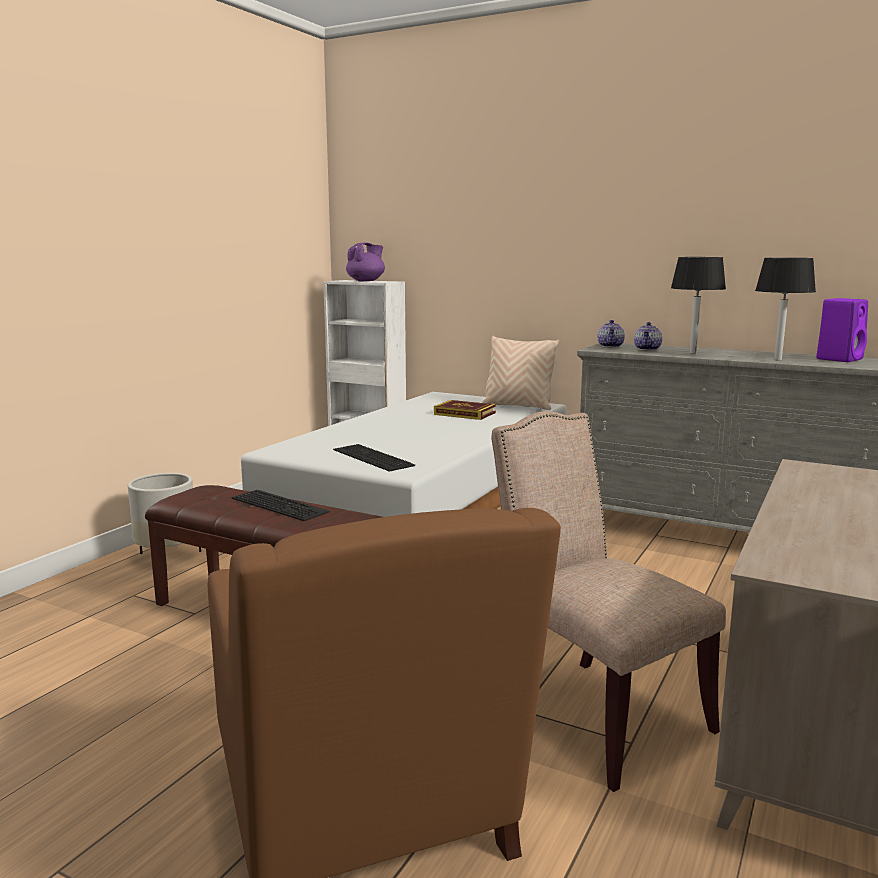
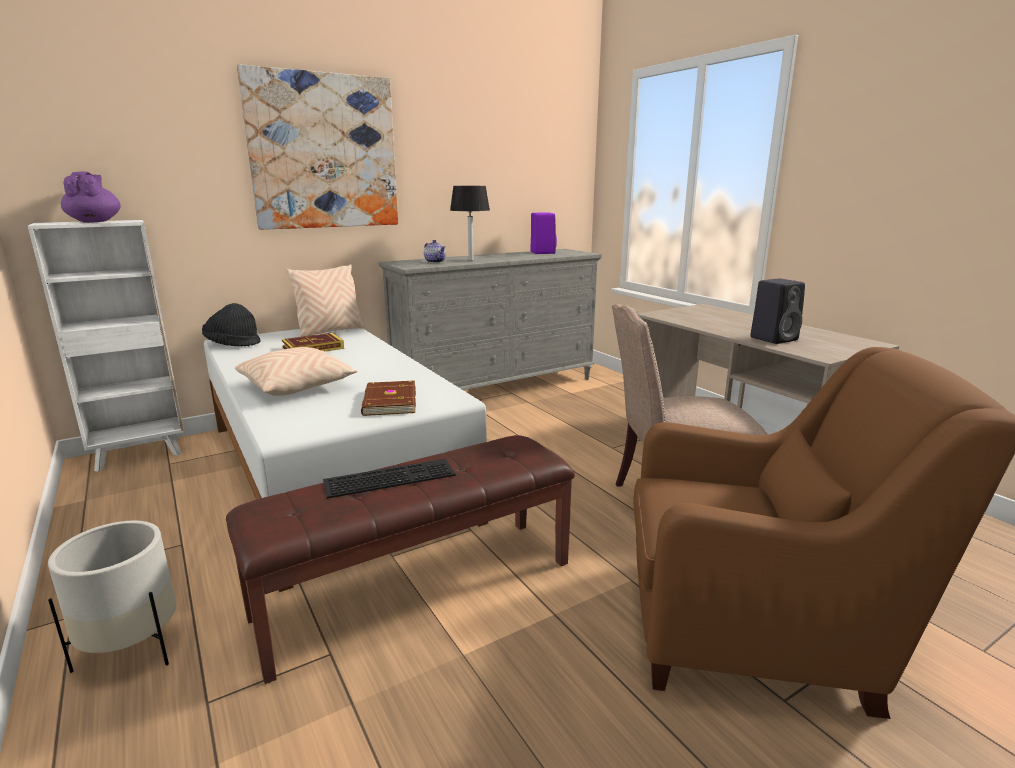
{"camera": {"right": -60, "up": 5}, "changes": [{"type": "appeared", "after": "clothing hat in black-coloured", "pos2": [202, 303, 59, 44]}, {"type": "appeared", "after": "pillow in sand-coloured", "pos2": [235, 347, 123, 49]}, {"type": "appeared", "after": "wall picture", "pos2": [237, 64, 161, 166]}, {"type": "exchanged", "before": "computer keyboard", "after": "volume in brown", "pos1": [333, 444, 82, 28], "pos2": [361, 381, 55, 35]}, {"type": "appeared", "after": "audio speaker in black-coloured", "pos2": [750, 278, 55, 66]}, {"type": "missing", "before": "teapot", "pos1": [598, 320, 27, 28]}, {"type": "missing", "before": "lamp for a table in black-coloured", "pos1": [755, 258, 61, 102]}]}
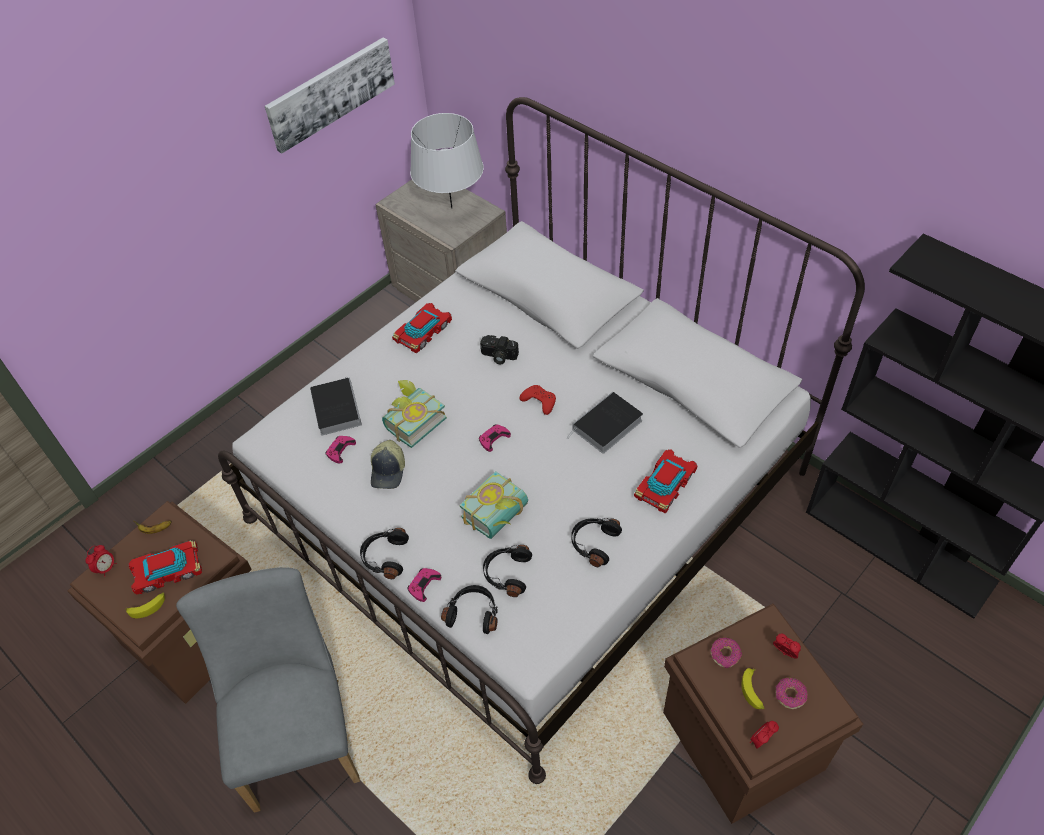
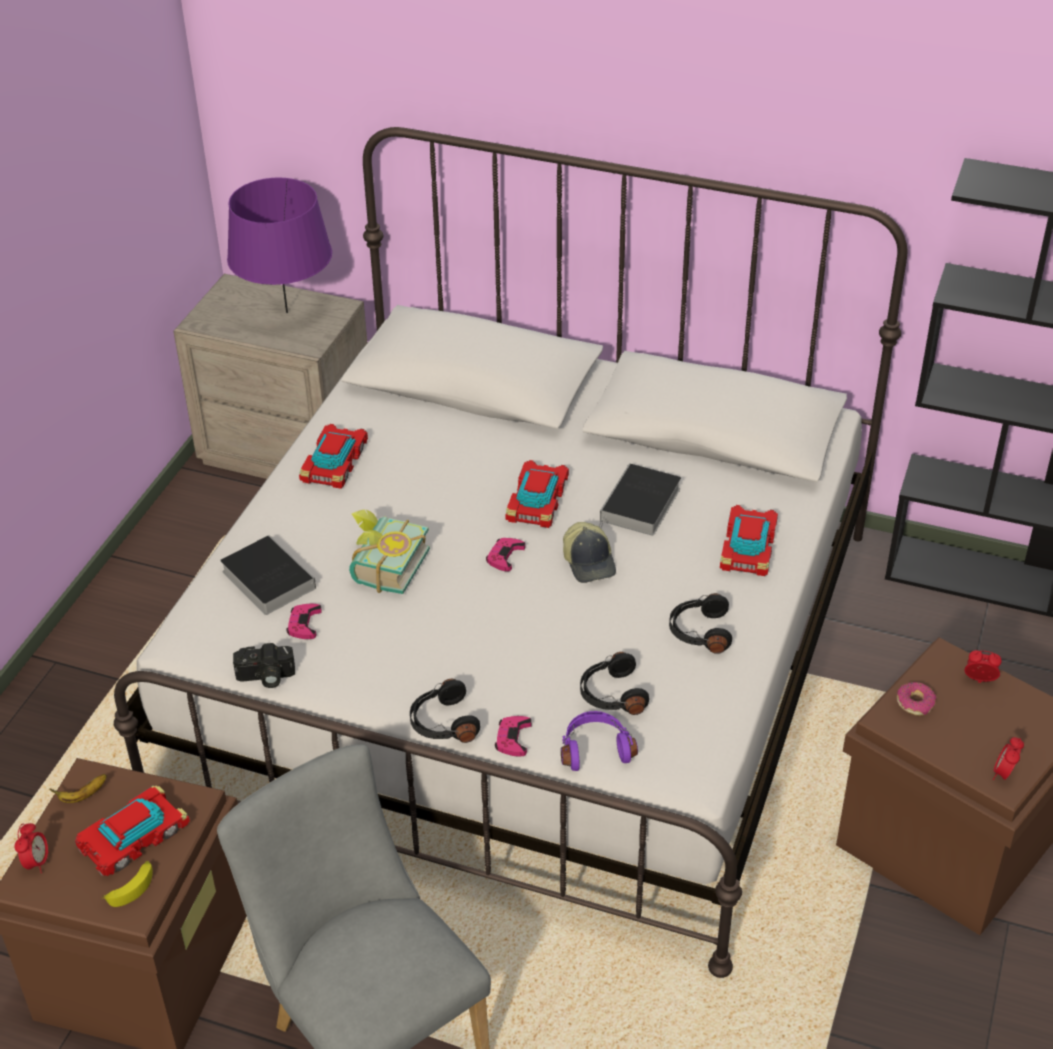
{"camera": {"right": -25, "up": -10}, "changes": [{"type": "colour", "before": "lamp for a table in white", "after": "lamp for a table in purple-coloured", "pos1": [410, 113, 74, 95], "pos2": [227, 177, 105, 136]}, {"type": "relocated", "before": "still camera", "pos1": [480, 335, 39, 29], "pos2": [233, 643, 62, 45]}, {"type": "exchanged", "before": "gamepad in red-coloured", "after": "toy car", "pos1": [519, 385, 37, 30], "pos2": [505, 460, 64, 68]}, {"type": "colour", "before": "headphones in black-coloured", "after": "headphones in purple-coloured", "pos1": [441, 585, 57, 49], "pos2": [561, 711, 77, 60]}, {"type": "relocated", "before": "cap", "pos1": [371, 440, 34, 49], "pos2": [563, 522, 53, 61]}, {"type": "missing", "before": "wall picture", "pos1": [265, 38, 130, 115]}, {"type": "missing", "before": "volume", "pos1": [459, 471, 69, 68]}, {"type": "missing", "before": "whole banana", "pos1": [742, 668, 22, 41]}, {"type": "missing", "before": "doughnut", "pos1": [775, 678, 33, 31]}]}
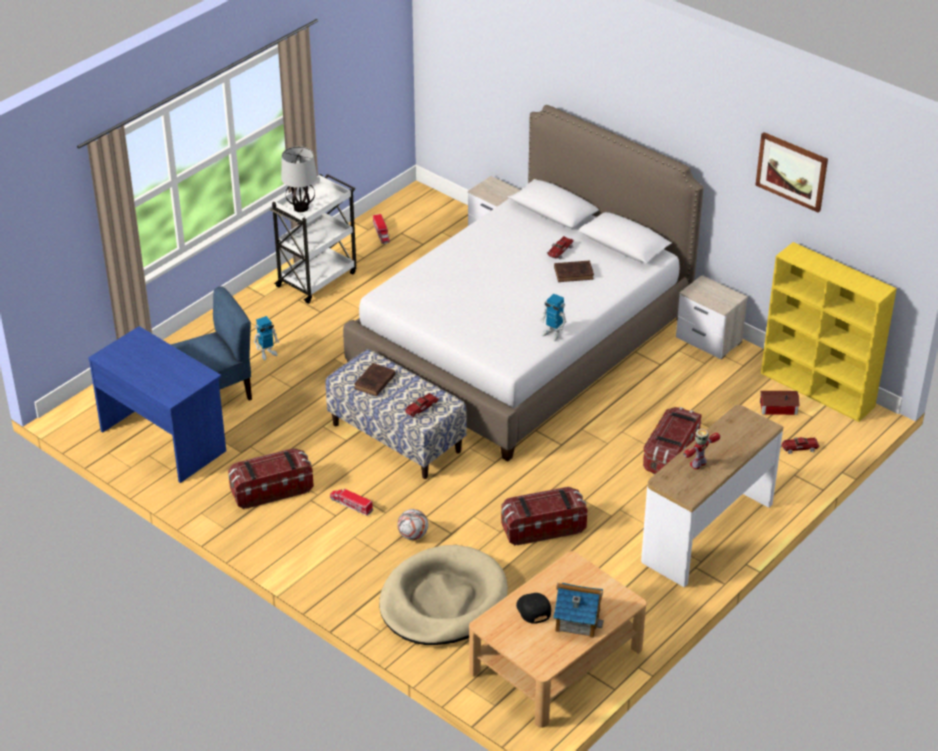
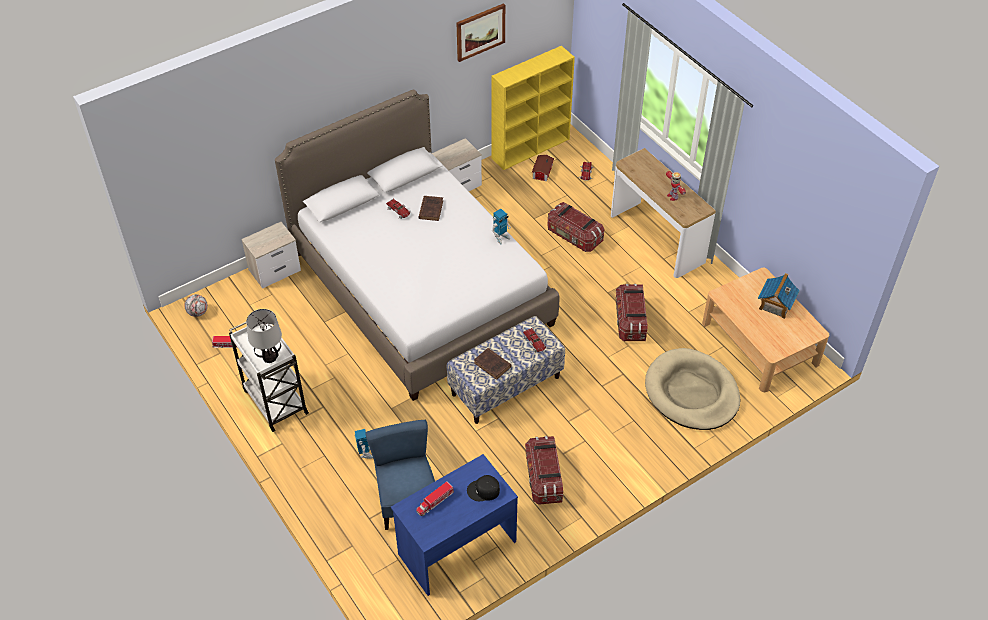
{"camera": {"right": -75, "up": 10}, "changes": [{"type": "relocated", "before": "football", "pos1": [397, 509, 31, 31], "pos2": [184, 294, 24, 23]}, {"type": "relocated", "before": "model truck", "pos1": [330, 488, 43, 28], "pos2": [416, 482, 38, 34]}, {"type": "relocated", "before": "cap in black-coloured", "pos1": [516, 593, 35, 31], "pos2": [467, 475, 33, 26]}]}
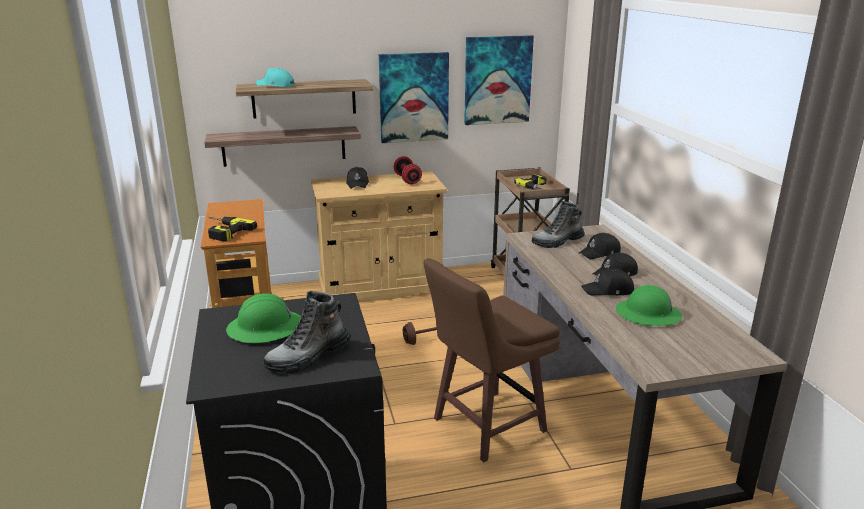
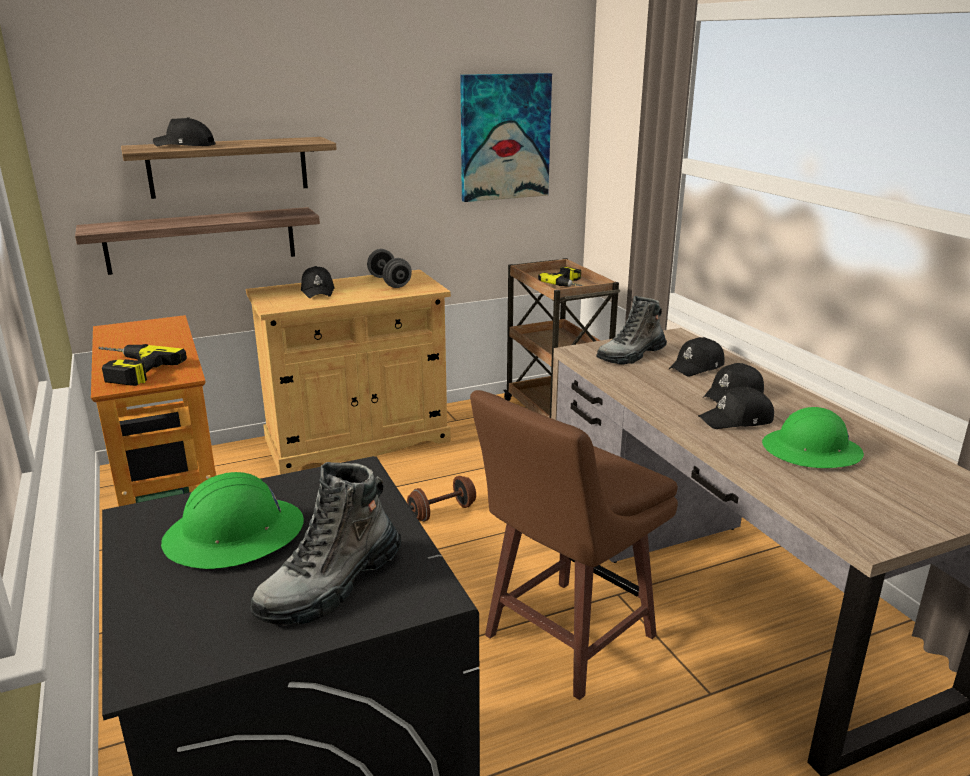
{"camera": {"right": -10, "up": 0}, "changes": [{"type": "colour", "before": "cap in turquoise", "after": "cap in black-coloured", "pos1": [256, 68, 39, 19], "pos2": [153, 117, 63, 29]}, {"type": "colour", "before": "dumbbell in red-coloured", "after": "dumbbell in gray", "pos1": [394, 156, 28, 28], "pos2": [367, 249, 45, 39]}, {"type": "missing", "before": "wall picture", "pos1": [379, 52, 70, 91]}]}
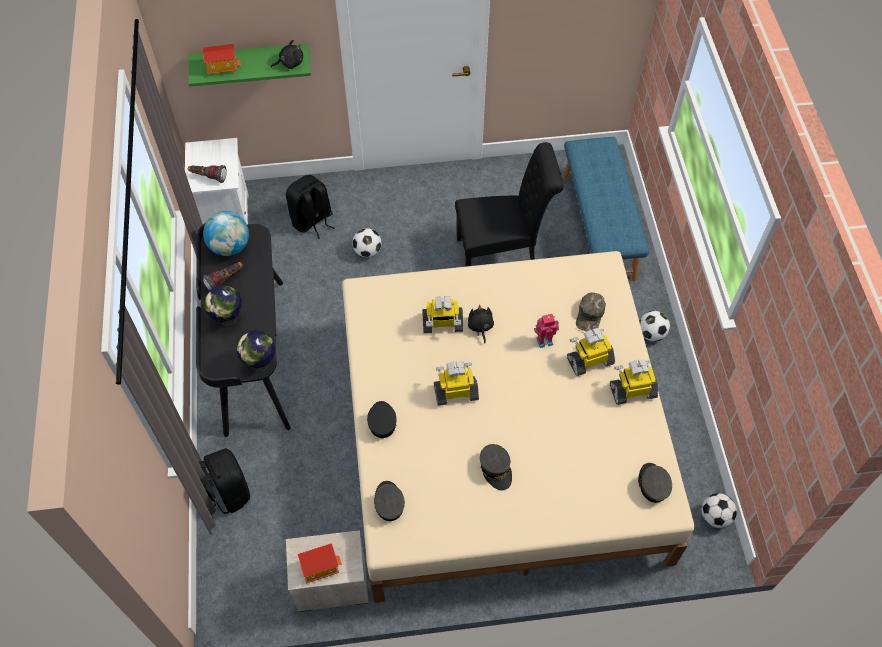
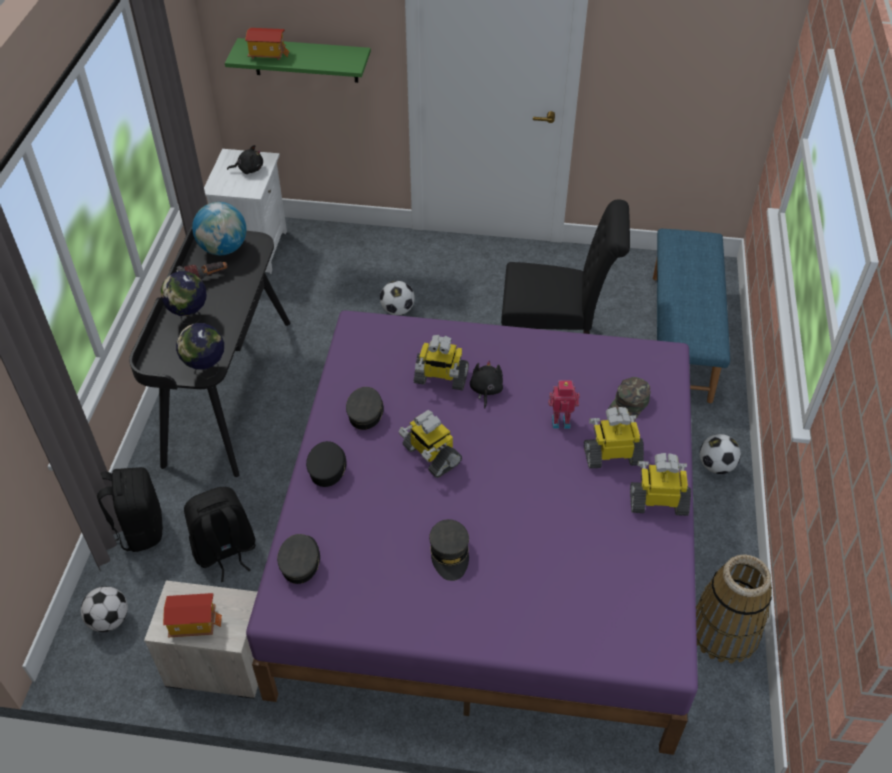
{"camera": {"right": 15, "up": -10}, "changes": [{"type": "relocated", "before": "football", "pos1": [701, 493, 36, 35], "pos2": [81, 586, 47, 46]}, {"type": "relocated", "before": "backpack in black-coloured", "pos1": [286, 175, 48, 64], "pos2": [184, 487, 72, 95]}, {"type": "relocated", "before": "soft toy in black-coloured", "pos1": [271, 40, 32, 29], "pos2": [227, 145, 36, 29]}, {"type": "colour", "before": "sleeping bed in sand-coloured", "after": "sleeping bed in purple-coloured", "pos1": [342, 251, 353, 352], "pos2": [246, 310, 452, 445]}, {"type": "relocated", "before": "cap in gray", "pos1": [638, 463, 34, 40], "pos2": [346, 387, 38, 43]}, {"type": "spun", "before": "model robot", "pos1": [434, 361, 45, 45], "pos2": [398, 410, 64, 68], "turn": -135}, {"type": "appeared", "after": "storage basket", "pos2": [696, 554, 76, 109]}, {"type": "missing", "before": "flashlight", "pos1": [188, 165, 39, 18]}]}
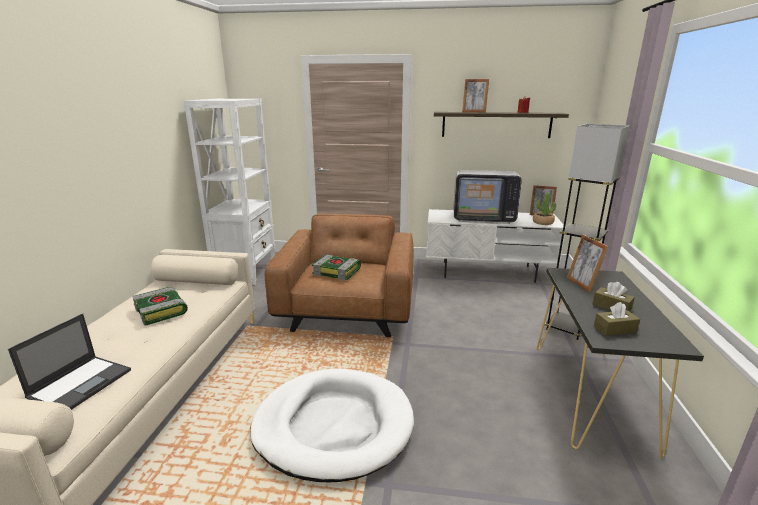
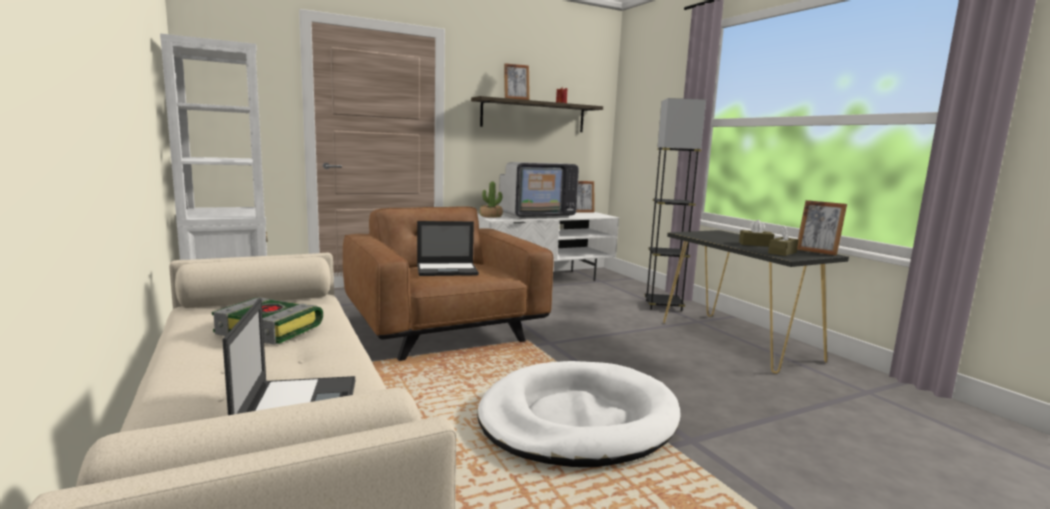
{"camera": {"right": -35, "up": -10}, "changes": [{"type": "exchanged", "before": "volume", "after": "notebook computer", "pos1": [312, 255, 49, 25], "pos2": [417, 221, 62, 55]}, {"type": "relocated", "before": "potted plant", "pos1": [533, 192, 23, 33], "pos2": [480, 182, 23, 36]}, {"type": "relocated", "before": "picture frame", "pos1": [567, 234, 42, 59], "pos2": [797, 200, 50, 56]}]}
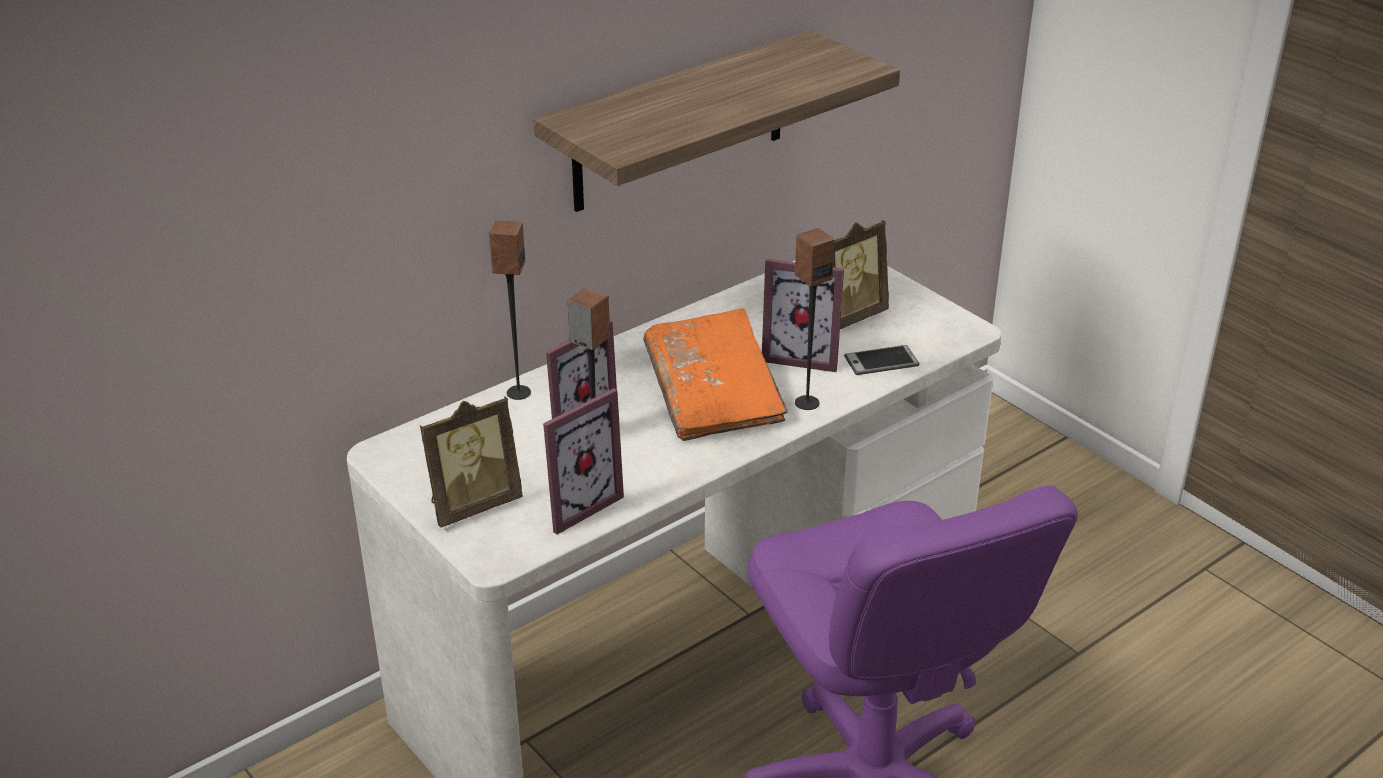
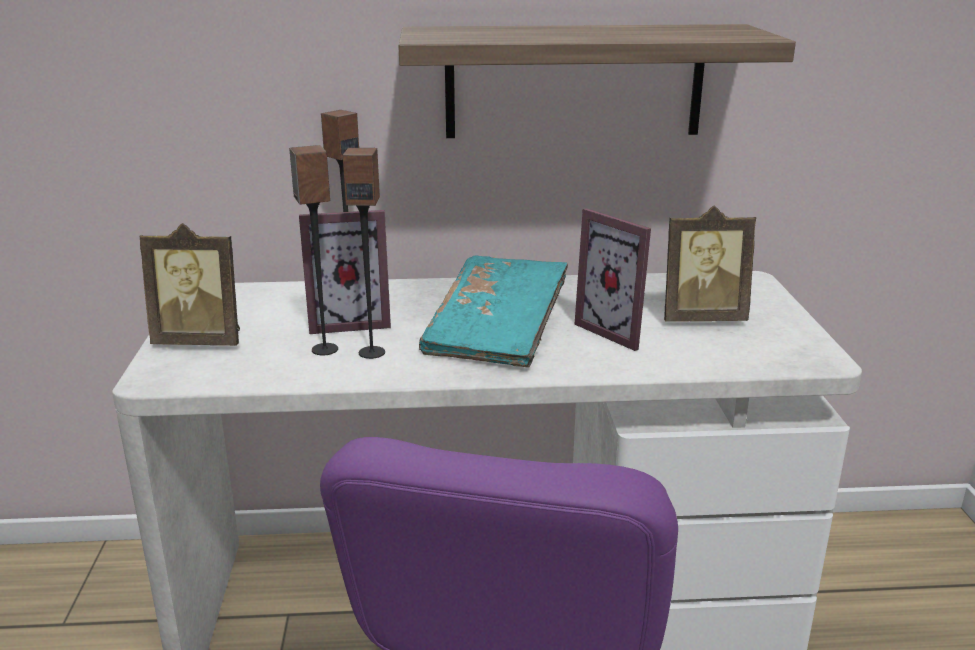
{"camera": {"right": 35, "up": -10}, "changes": [{"type": "relocated", "before": "audio speaker", "pos1": [795, 228, 40, 182], "pos2": [343, 148, 42, 211]}, {"type": "colour", "before": "volume in orange", "after": "volume in turquoise", "pos1": [643, 308, 145, 133], "pos2": [419, 256, 149, 111]}, {"type": "missing", "before": "picture frame", "pos1": [543, 388, 81, 146]}, {"type": "missing", "before": "phone", "pos1": [844, 345, 75, 30]}]}
